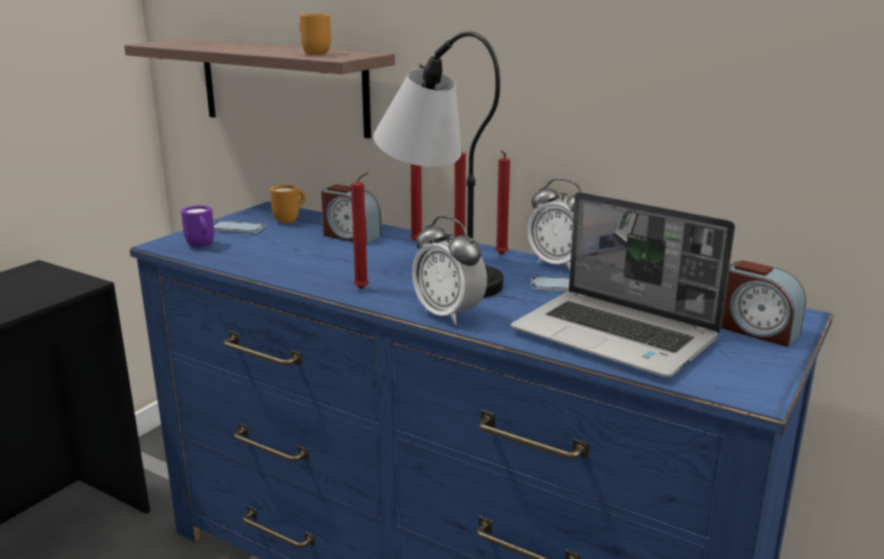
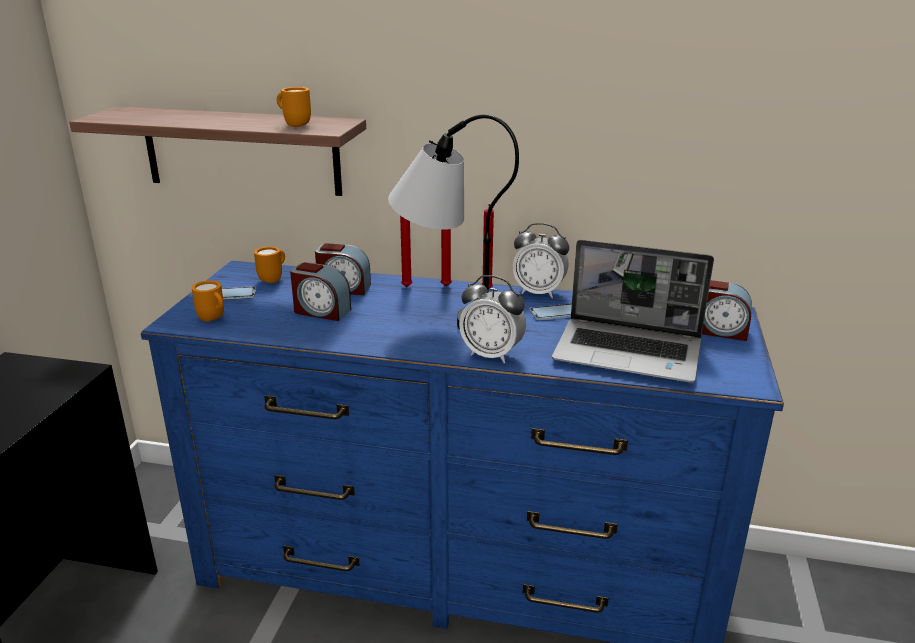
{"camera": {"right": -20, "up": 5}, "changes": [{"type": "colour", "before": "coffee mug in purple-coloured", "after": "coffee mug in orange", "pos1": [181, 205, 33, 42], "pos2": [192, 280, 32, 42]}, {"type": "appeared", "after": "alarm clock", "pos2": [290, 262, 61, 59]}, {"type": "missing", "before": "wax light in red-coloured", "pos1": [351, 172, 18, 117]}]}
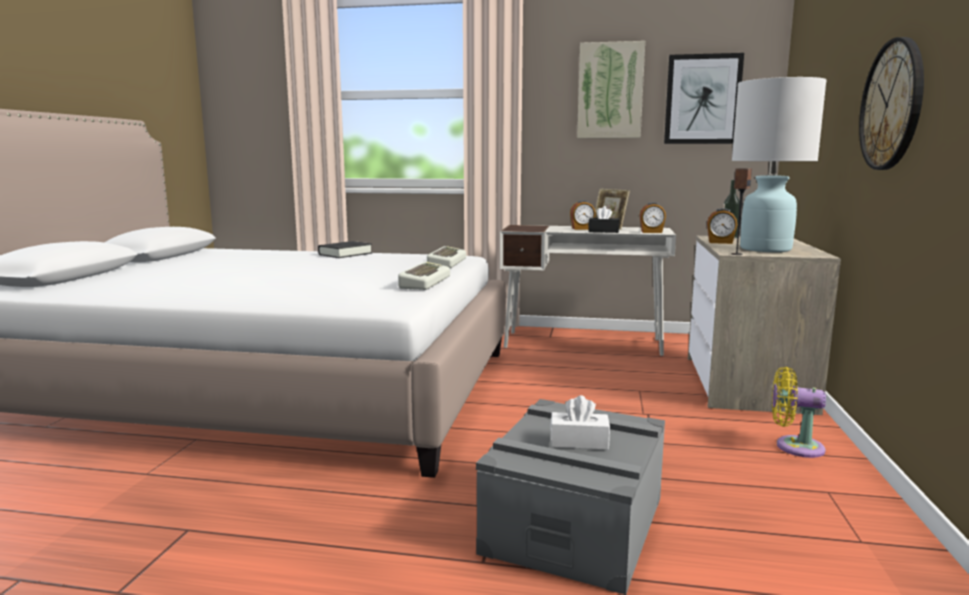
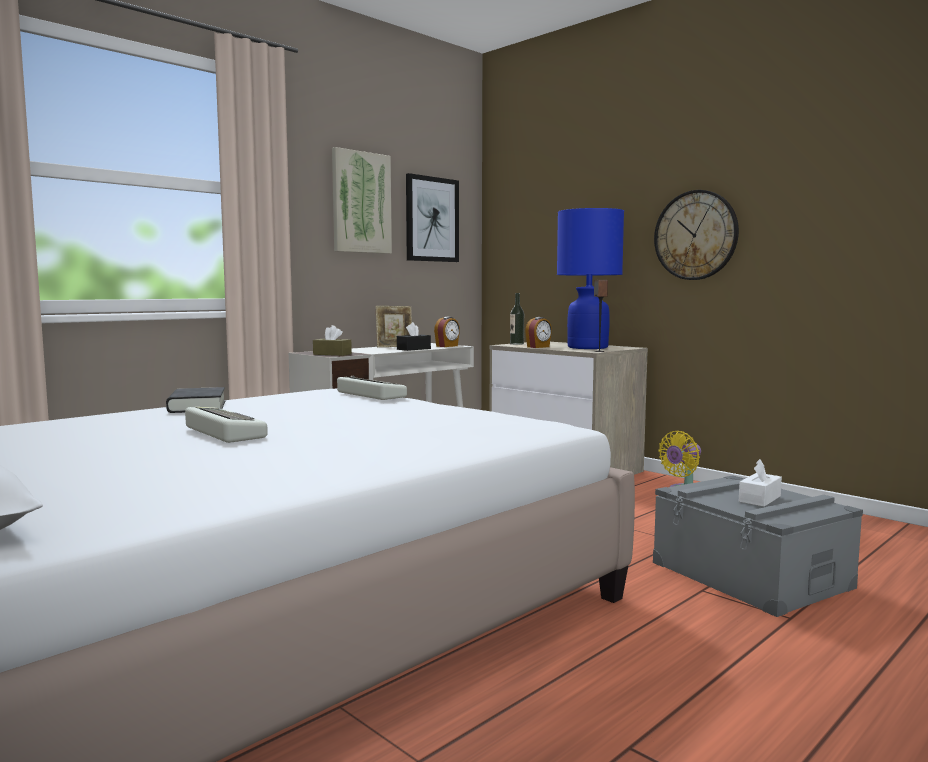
{"camera": {"right": -55, "up": -5}, "changes": [{"type": "relocated", "before": "computer keyboard", "pos1": [398, 262, 52, 28], "pos2": [185, 407, 83, 36]}, {"type": "appeared", "after": "tissue box in brown", "pos2": [313, 325, 39, 31]}, {"type": "colour", "before": "lamp for a table in white", "after": "lamp for a table in blue", "pos1": [732, 77, 95, 175], "pos2": [557, 208, 67, 141]}, {"type": "missing", "before": "alarm clock", "pos1": [570, 200, 26, 30]}]}
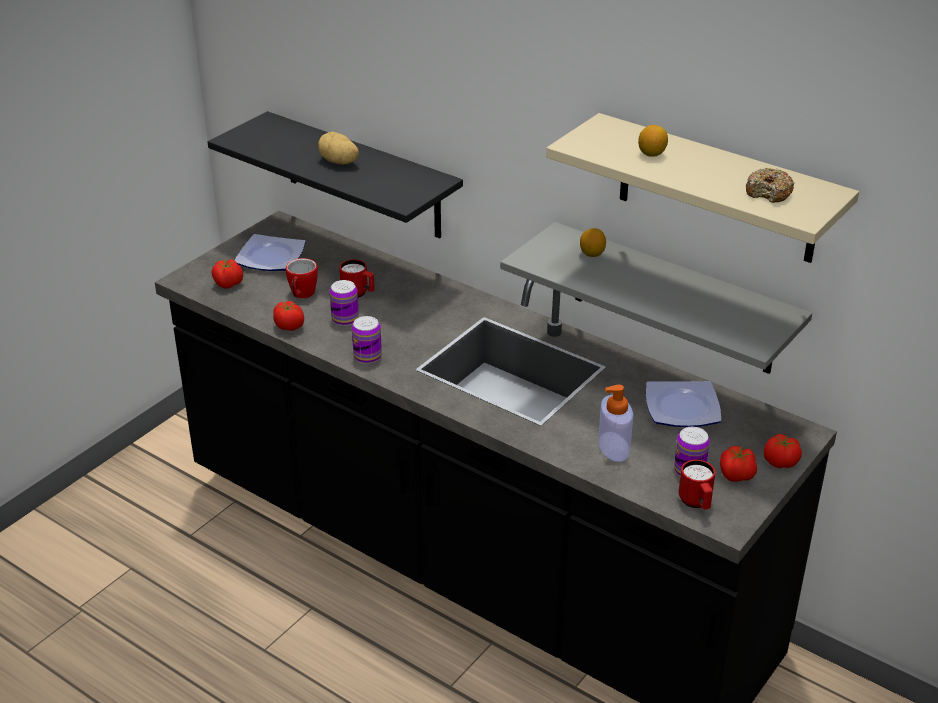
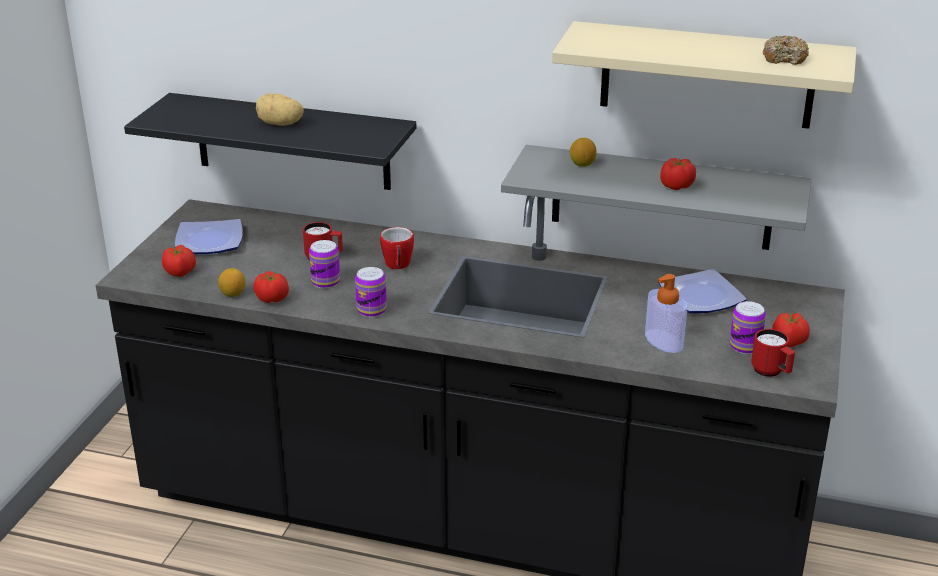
{"camera": {"right": -20, "up": -5}, "changes": [{"type": "relocated", "before": "citrus fruit", "pos1": [638, 125, 30, 32], "pos2": [218, 268, 27, 29]}, {"type": "relocated", "before": "coffee mug", "pos1": [286, 258, 32, 40], "pos2": [380, 227, 34, 42]}, {"type": "relocated", "before": "whole tomato", "pos1": [764, 434, 38, 34], "pos2": [660, 158, 36, 32]}]}
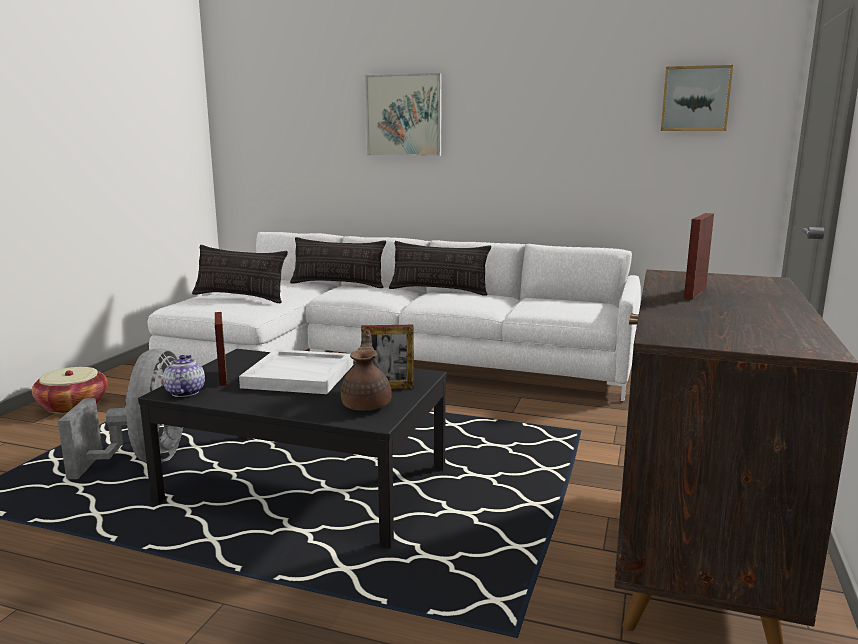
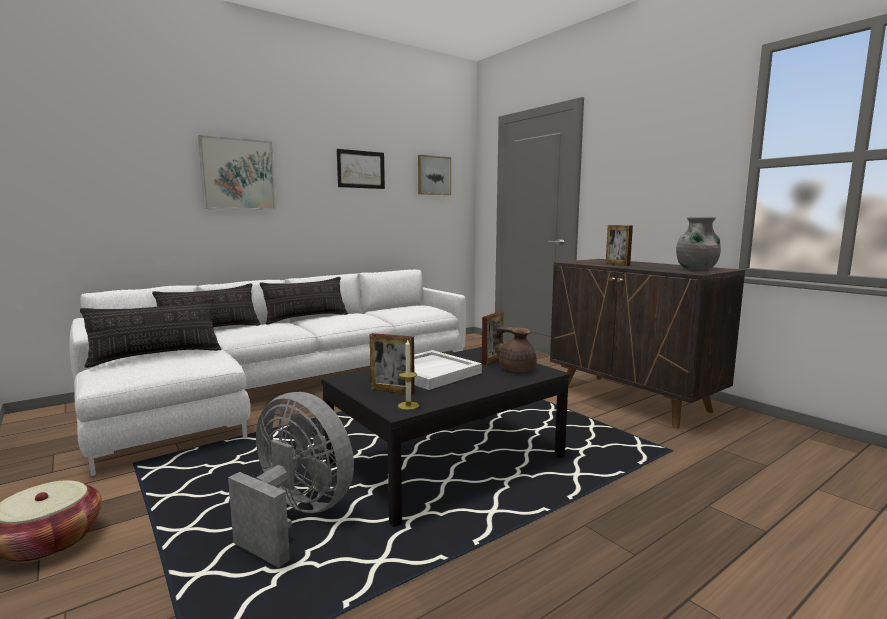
{"camera": {"right": -55, "up": -5}, "changes": [{"type": "appeared", "after": "wall picture", "pos2": [337, 149, 48, 40]}, {"type": "exchanged", "before": "teapot", "after": "wax light", "pos1": [163, 355, 42, 42], "pos2": [398, 340, 21, 70]}, {"type": "appeared", "after": "vase in gray", "pos2": [676, 217, 45, 53]}]}
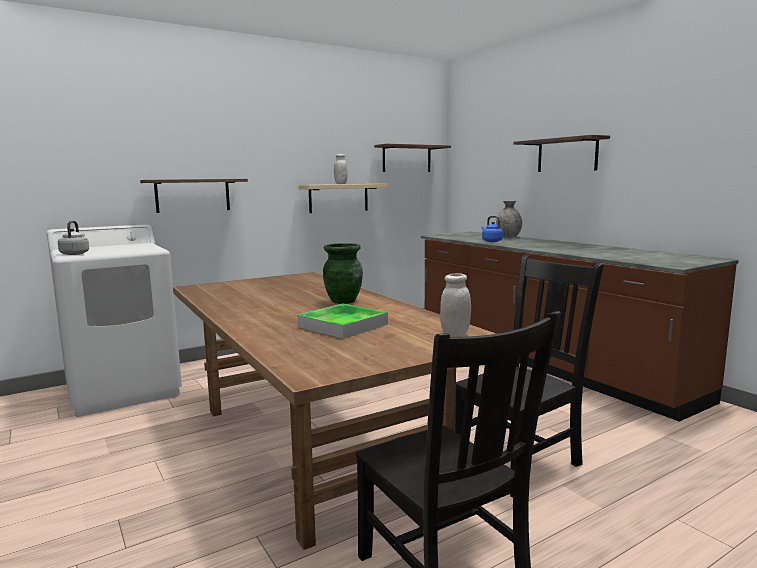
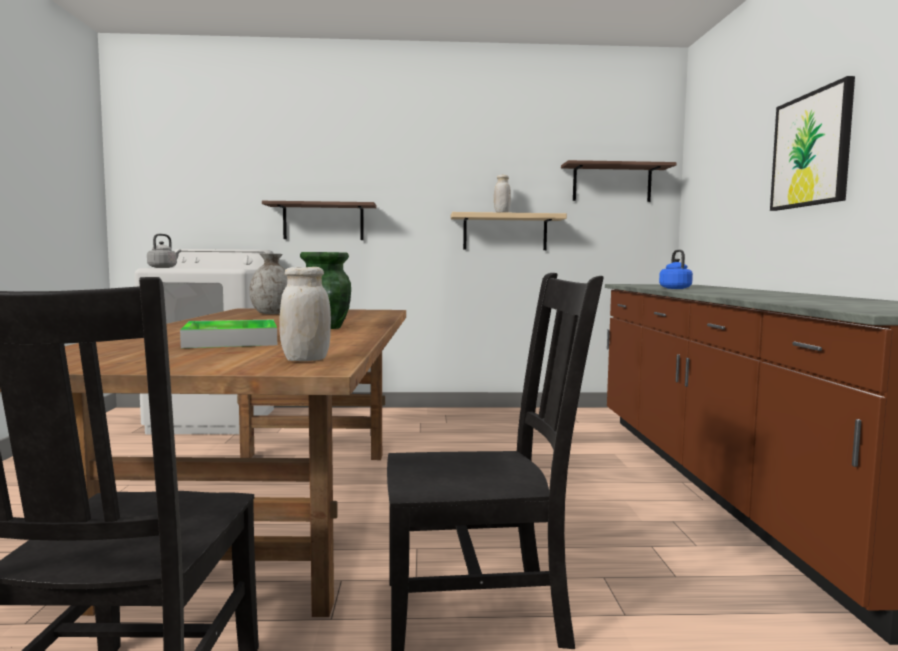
{"camera": {"right": 30, "up": -5}, "changes": [{"type": "relocated", "before": "vase in gray", "pos1": [496, 201, 26, 36], "pos2": [249, 254, 38, 60]}, {"type": "exchanged", "before": "bracket shelf", "after": "wall picture", "pos1": [513, 135, 97, 37], "pos2": [770, 76, 85, 135]}]}
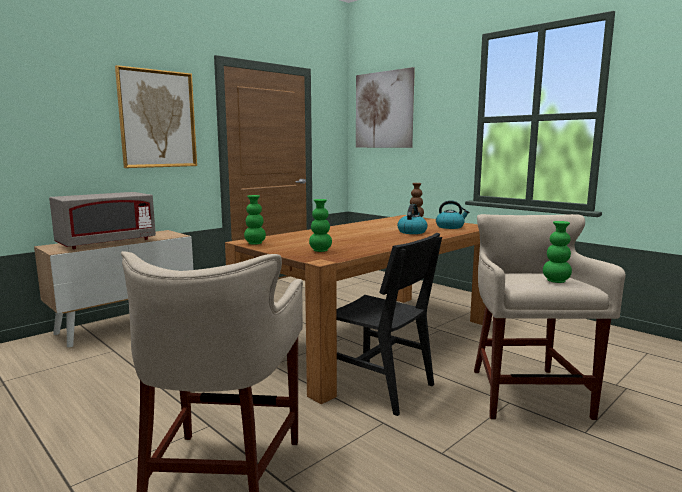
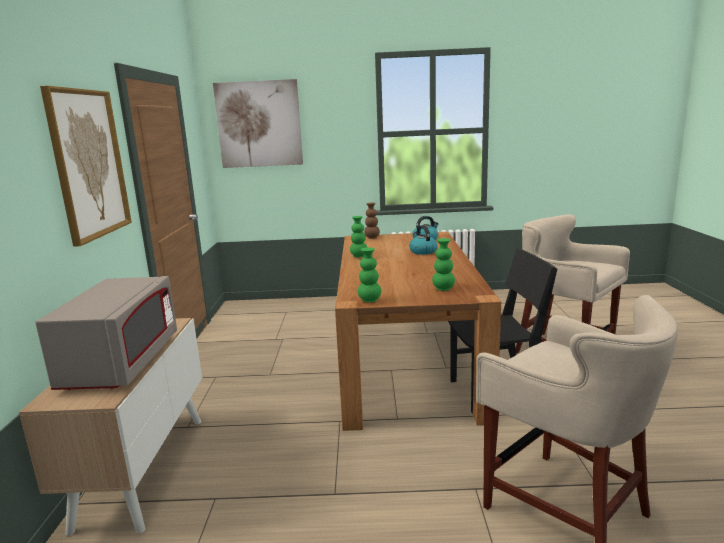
{"camera": {"right": -45, "up": 5}, "changes": [{"type": "relocated", "before": "vase in green", "pos1": [543, 221, 29, 62], "pos2": [350, 216, 17, 41]}]}
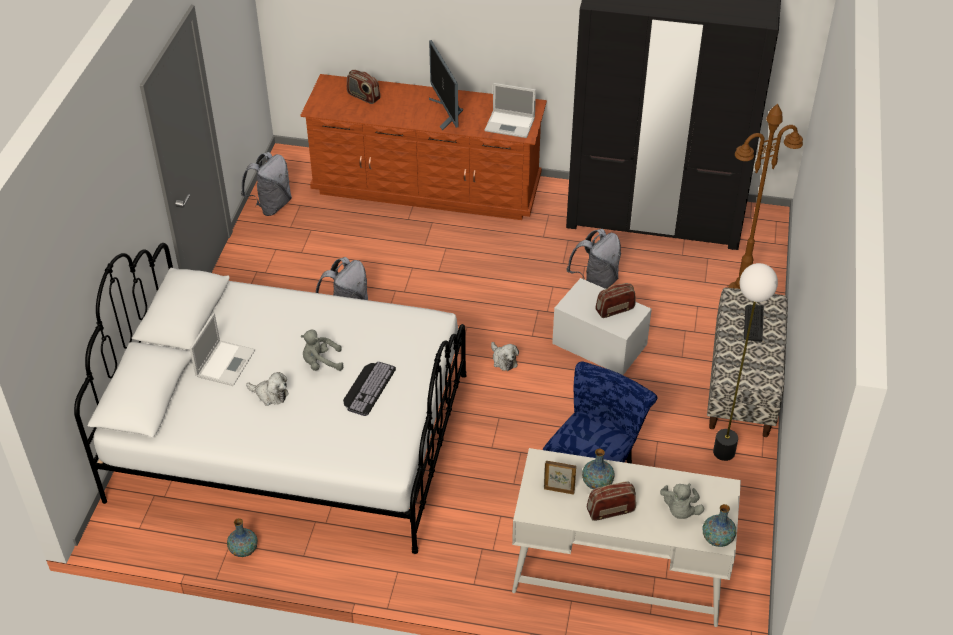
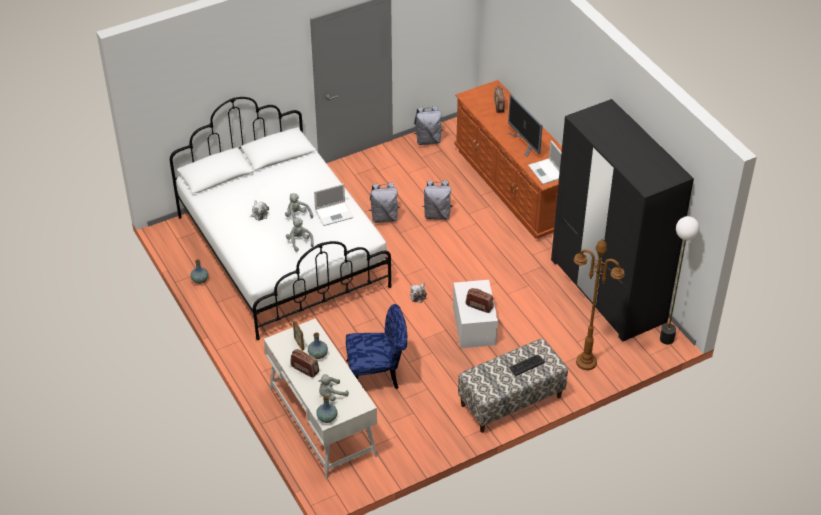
{"camera": {"right": 50, "up": 0}, "changes": [{"type": "exchanged", "before": "computer keyboard", "after": "soft toy in gray", "pos1": [343, 362, 53, 54], "pos2": [286, 217, 28, 35]}, {"type": "relocated", "before": "notebook computer", "pos1": [189, 313, 66, 73], "pos2": [314, 184, 39, 42]}, {"type": "relocated", "before": "backpack in gray", "pos1": [566, 229, 55, 60], "pos2": [422, 180, 31, 40]}, {"type": "spun", "before": "computer screen", "pos1": [429, 40, 34, 90], "pos2": [508, 94, 35, 62], "turn": -60}, {"type": "relocated", "before": "standard lamp", "pos1": [713, 263, 65, 198], "pos2": [660, 216, 40, 129]}]}
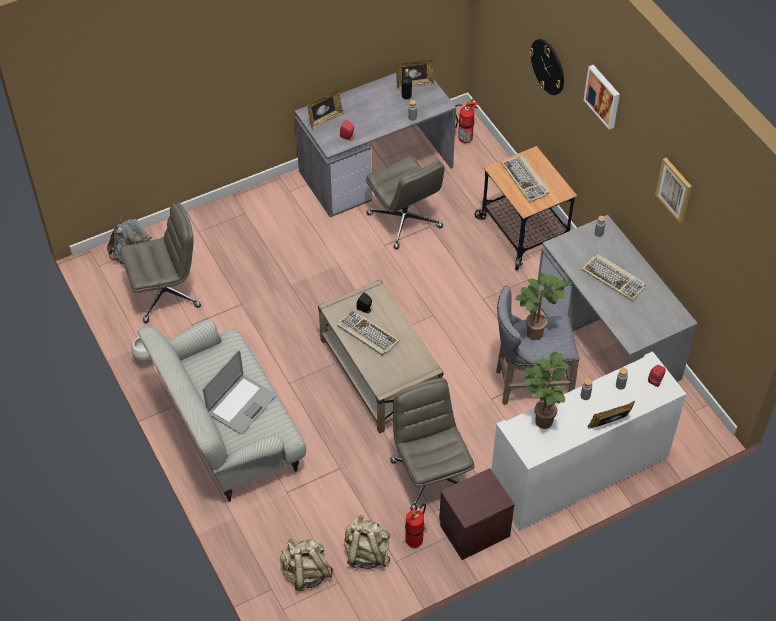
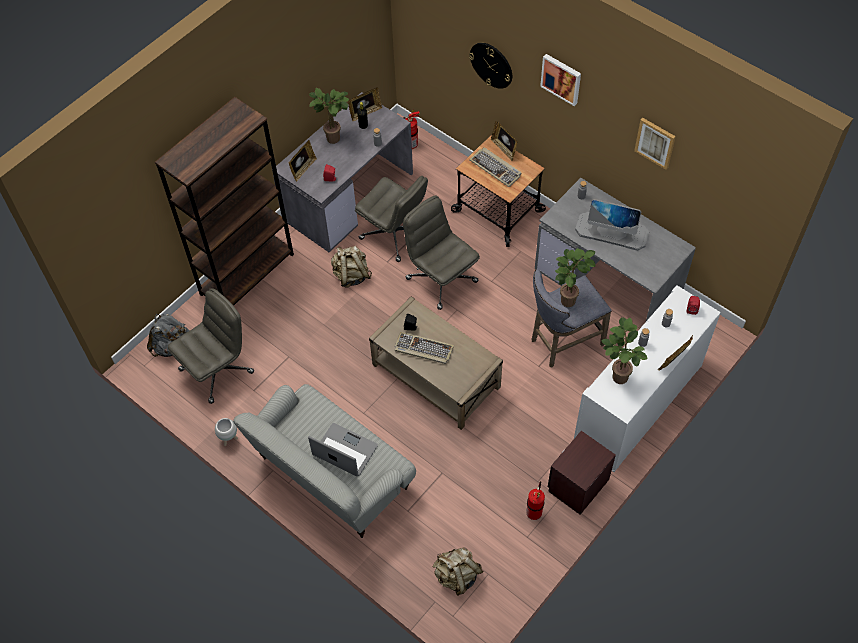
{"camera": {"right": -20, "up": 5}, "changes": [{"type": "appeared", "after": "shelving unit in brown", "pos2": [155, 97, 139, 209]}, {"type": "spun", "before": "notebook computer", "pos1": [203, 350, 73, 84], "pos2": [308, 423, 70, 53], "turn": -75}, {"type": "appeared", "after": "potted plant", "pos2": [309, 88, 40, 56]}, {"type": "relocated", "before": "backpack in sand-coloured", "pos1": [344, 515, 46, 54], "pos2": [331, 246, 41, 42]}, {"type": "relocated", "before": "computer chair in gray", "pos1": [390, 378, 85, 133], "pos2": [403, 195, 77, 115]}, {"type": "appeared", "after": "picture frame", "pos2": [491, 121, 27, 40]}, {"type": "exchanged", "before": "computer keyboard", "after": "computer screen", "pos1": [581, 254, 65, 47], "pos2": [575, 199, 74, 52]}]}
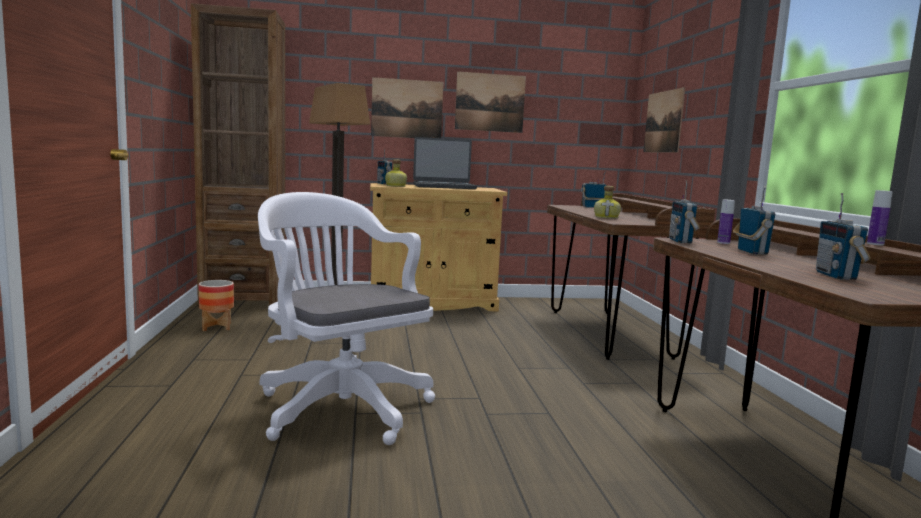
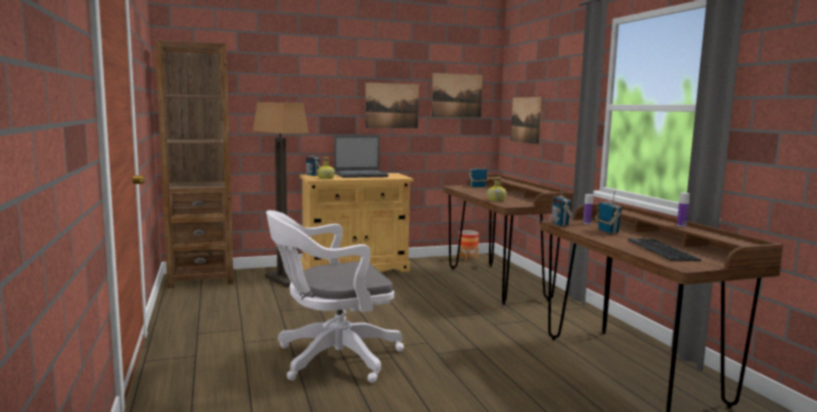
{"camera": {"right": -10, "up": 0}, "changes": [{"type": "spun", "before": "computer chair in white", "pos1": [258, 192, 177, 253], "pos2": [266, 210, 138, 173], "turn": -60}, {"type": "relocated", "before": "wall picture", "pos1": [371, 77, 72, 61], "pos2": [432, 73, 51, 45]}, {"type": "relocated", "before": "planter", "pos1": [199, 280, 35, 51], "pos2": [459, 230, 20, 32]}, {"type": "exchanged", "before": "radio", "after": "computer keyboard", "pos1": [816, 193, 55, 87], "pos2": [628, 238, 73, 23]}]}
